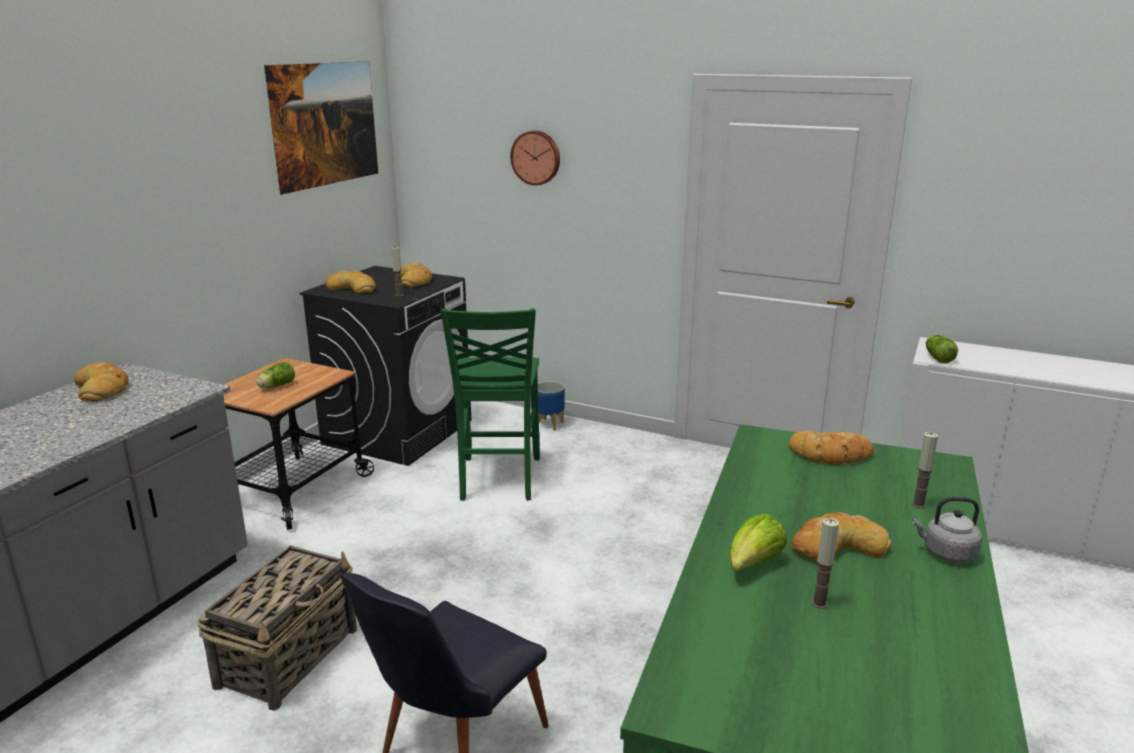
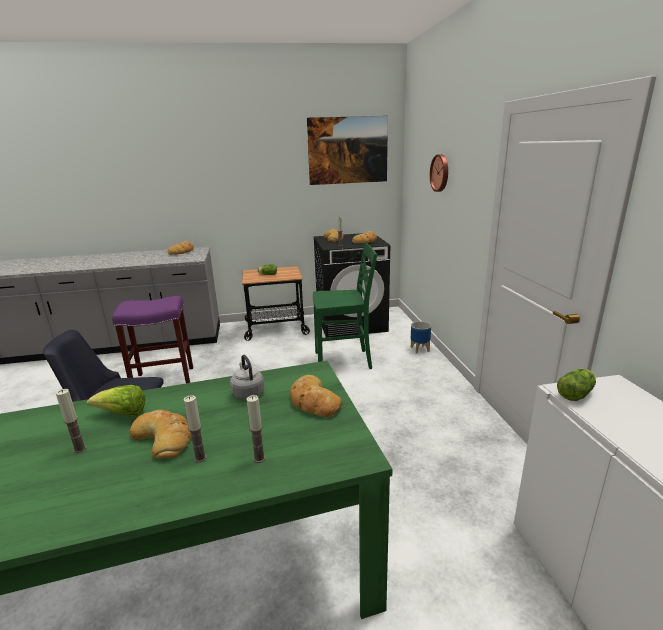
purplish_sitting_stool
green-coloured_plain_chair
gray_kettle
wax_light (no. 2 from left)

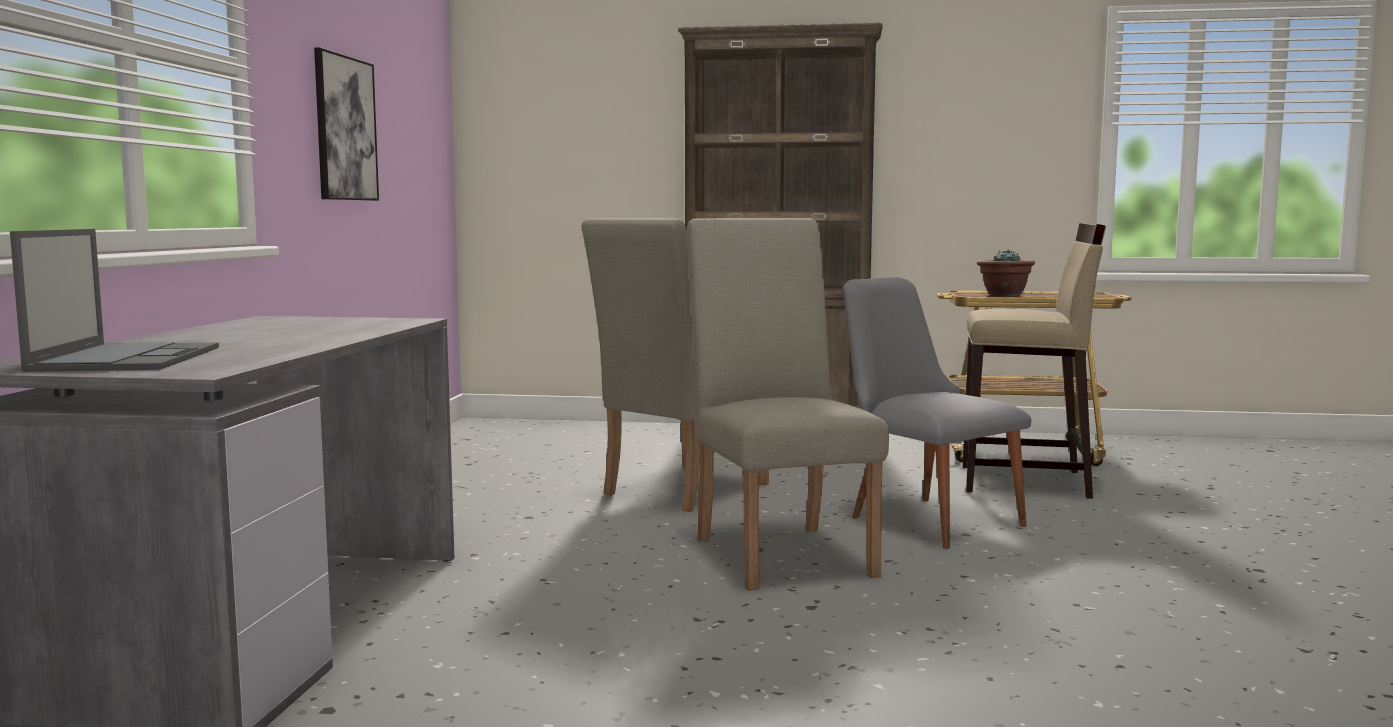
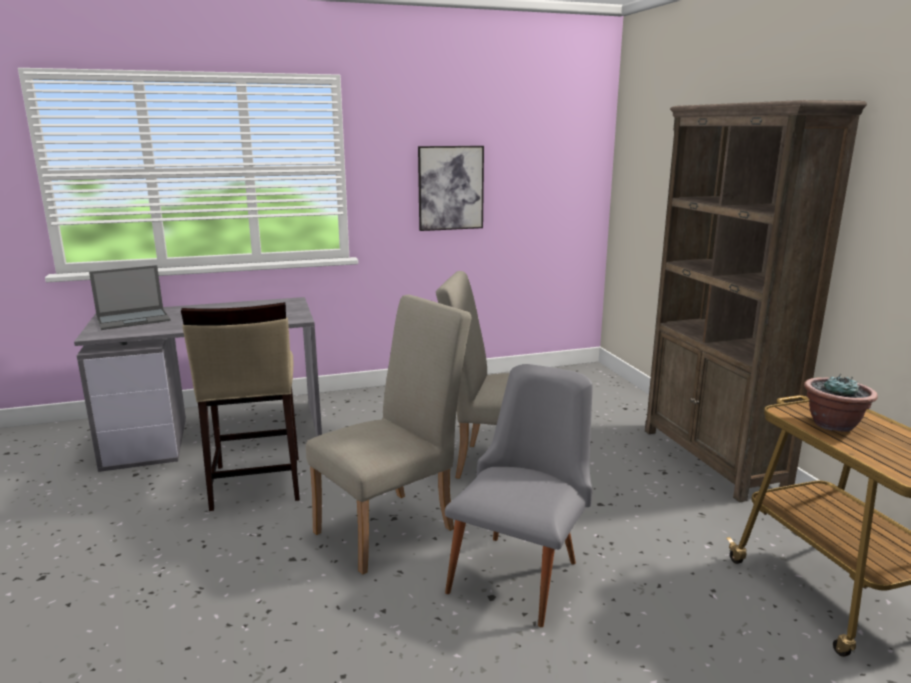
beige-coloured_sitting_stool

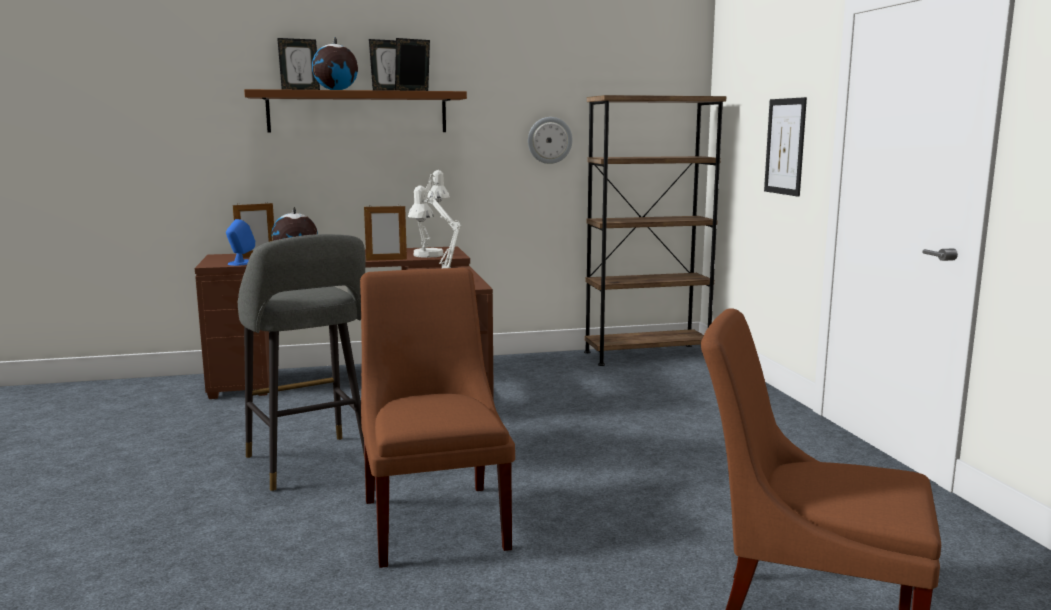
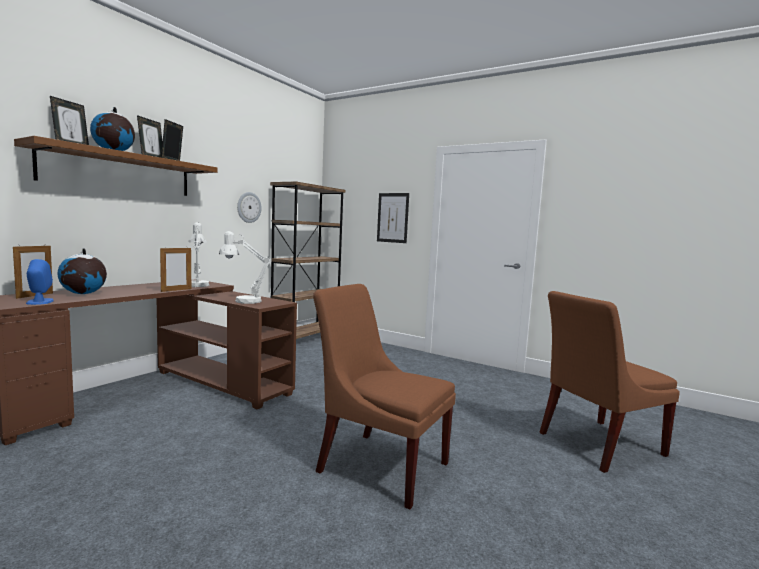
gray_sitting_stool

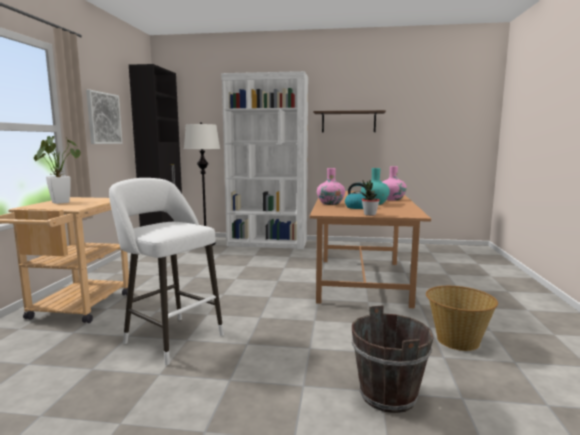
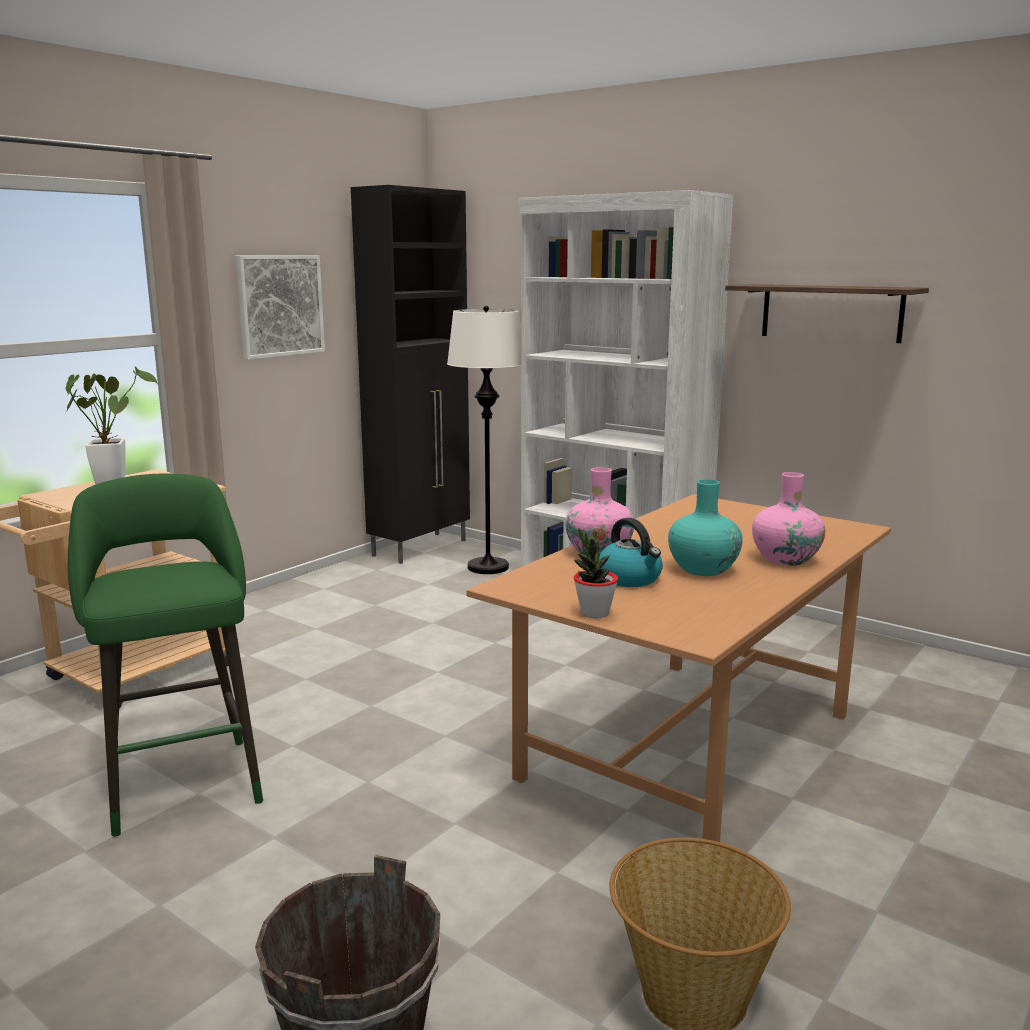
green-coloured_sitting_stool

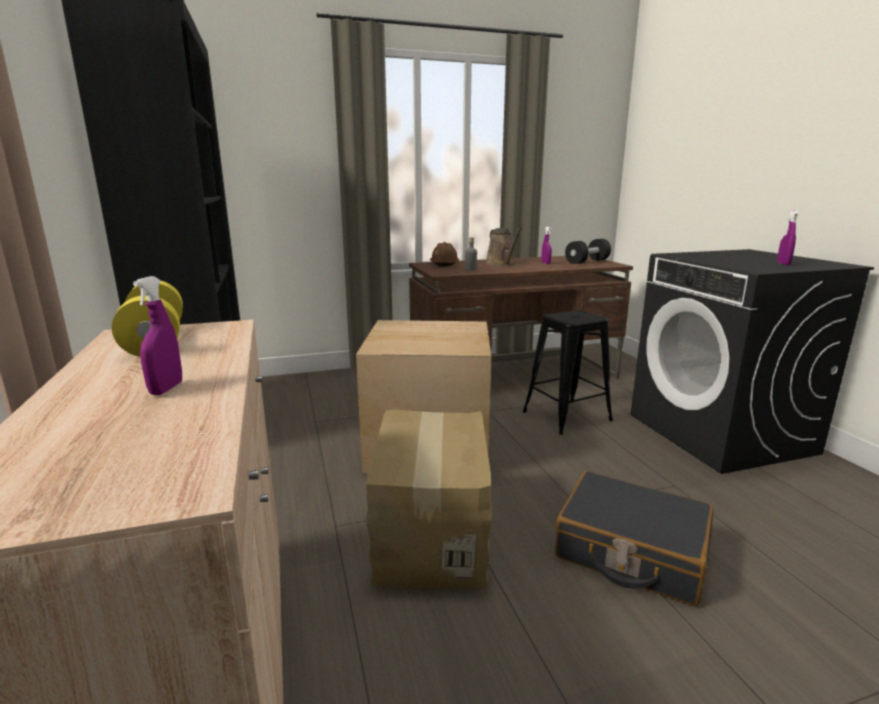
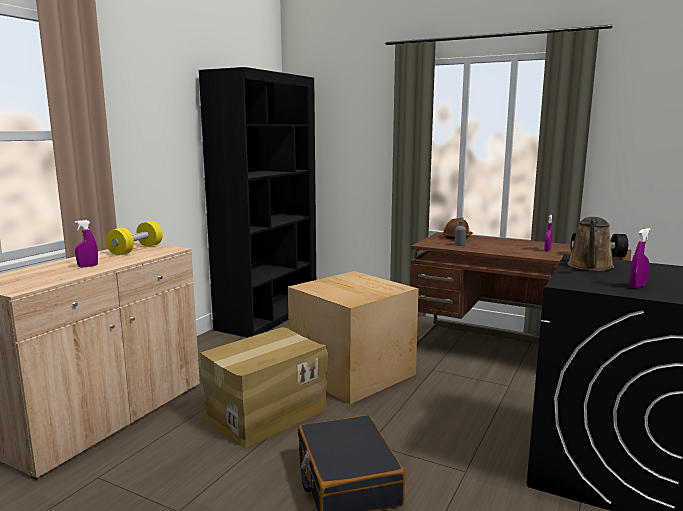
brownish_watering_pot
blackish_sitting_stool

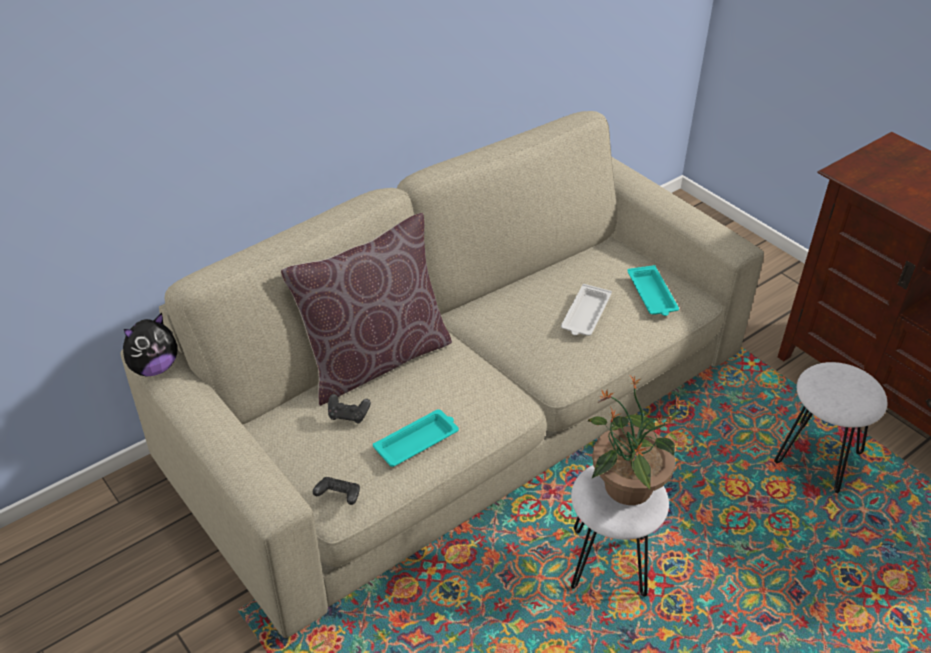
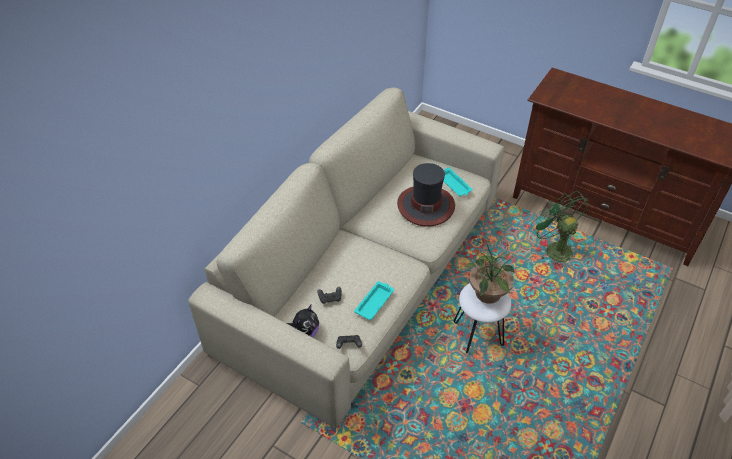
soft_toy
brownish_cushion
wearable_hat
green-coloured_cooling_fan

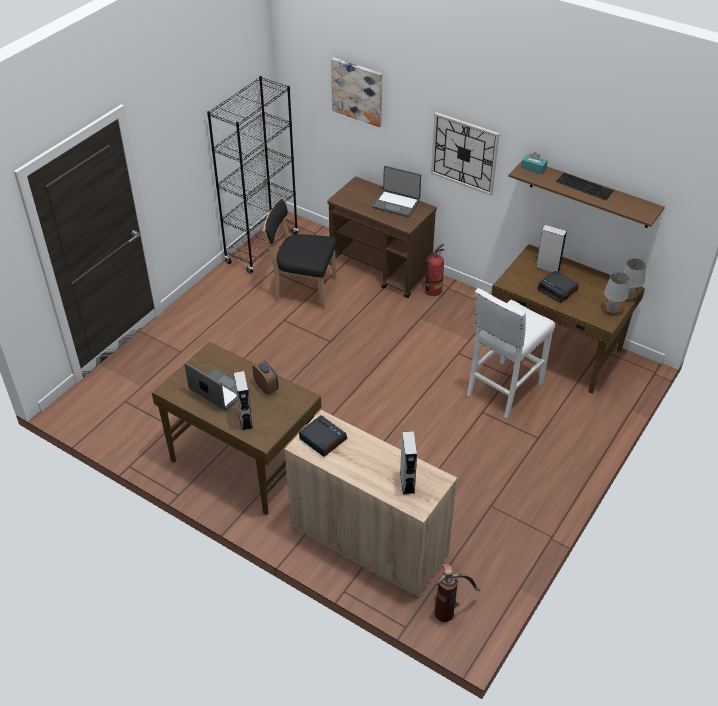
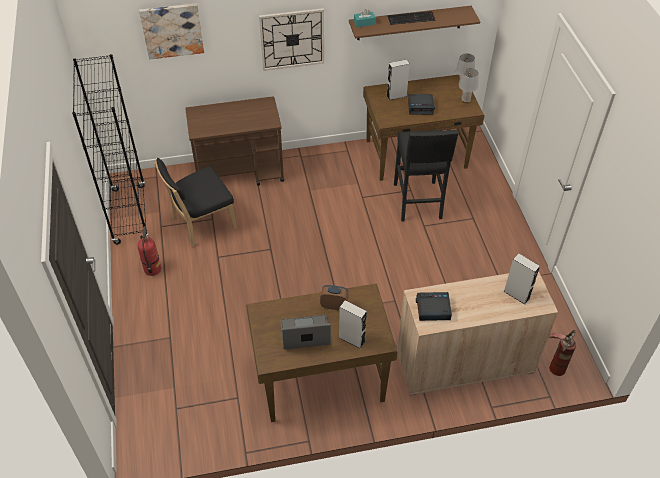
laptop (no. 2 from left in the first image)
fire-fighting_cylinder (no. 1 from left)
blackish_sitting_stool

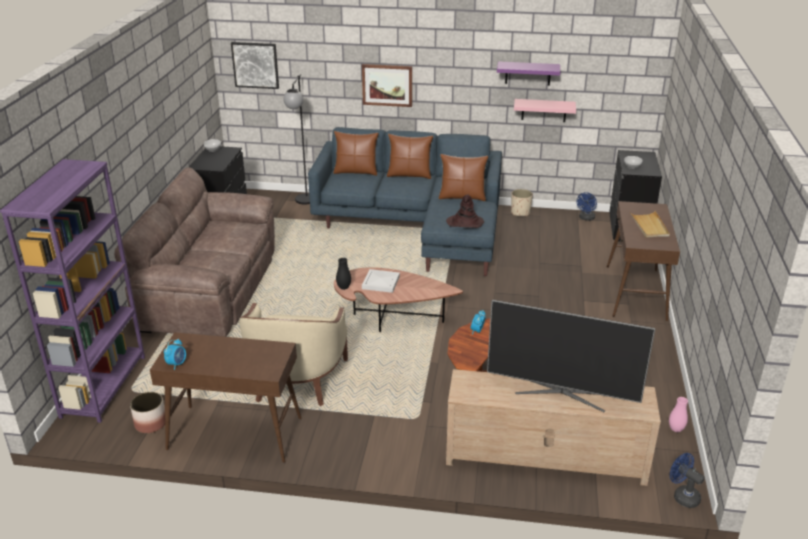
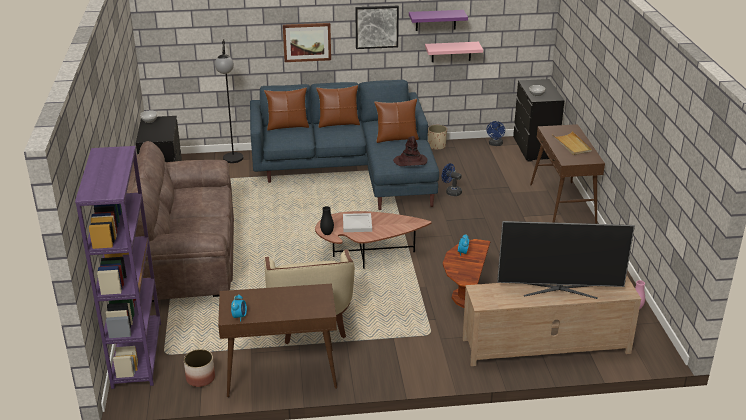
picture (no. 2 from left)
blue_cooling_fan (no. 1 from left)

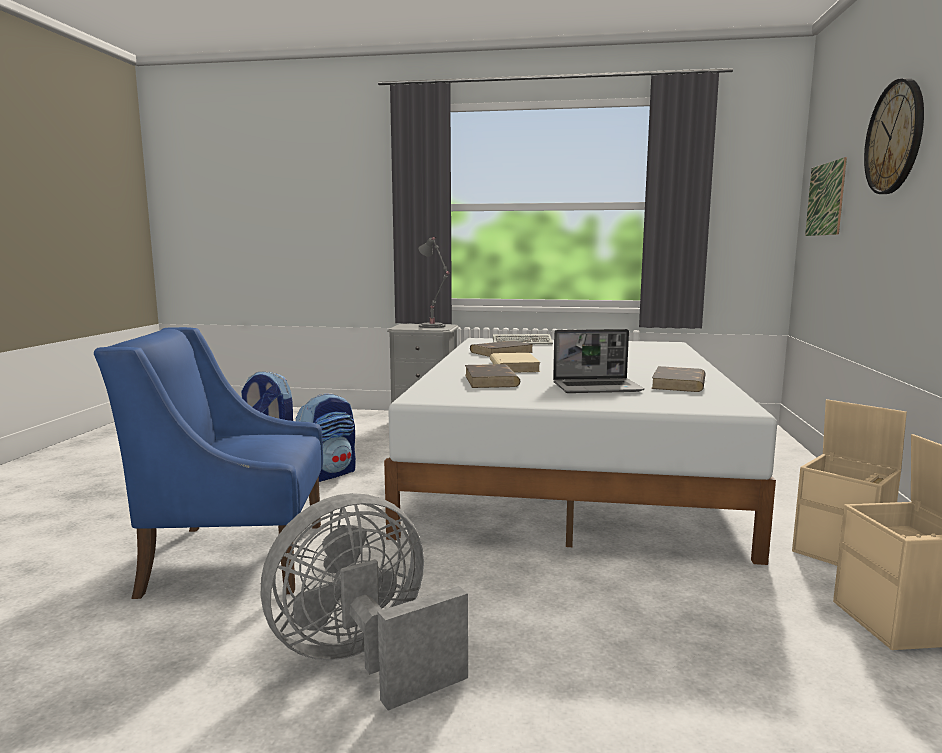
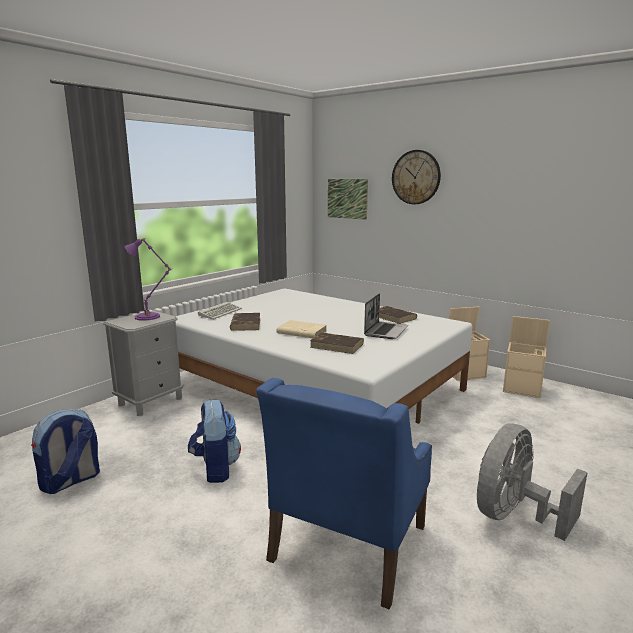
gray_cooling_fan
purplish_table_lamp

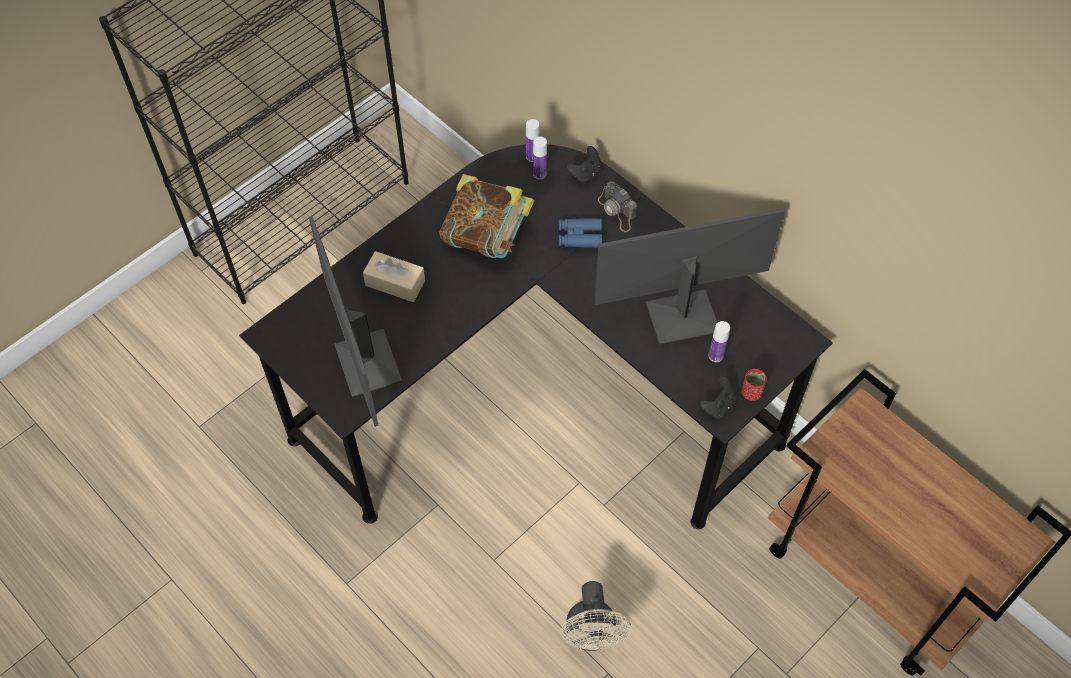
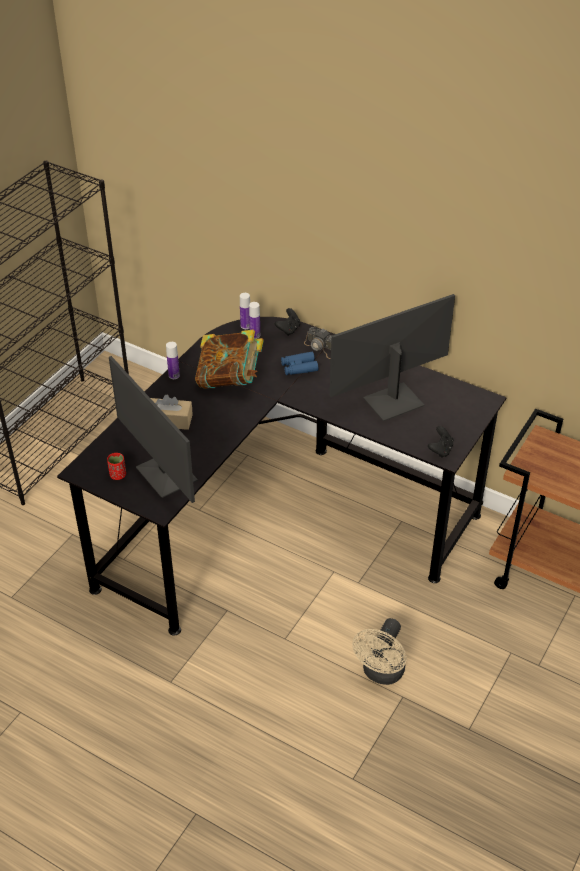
beige-coloured_cooling_fan
beverage_bottle (no. 1 from left)
red-coloured_drinking_cup

